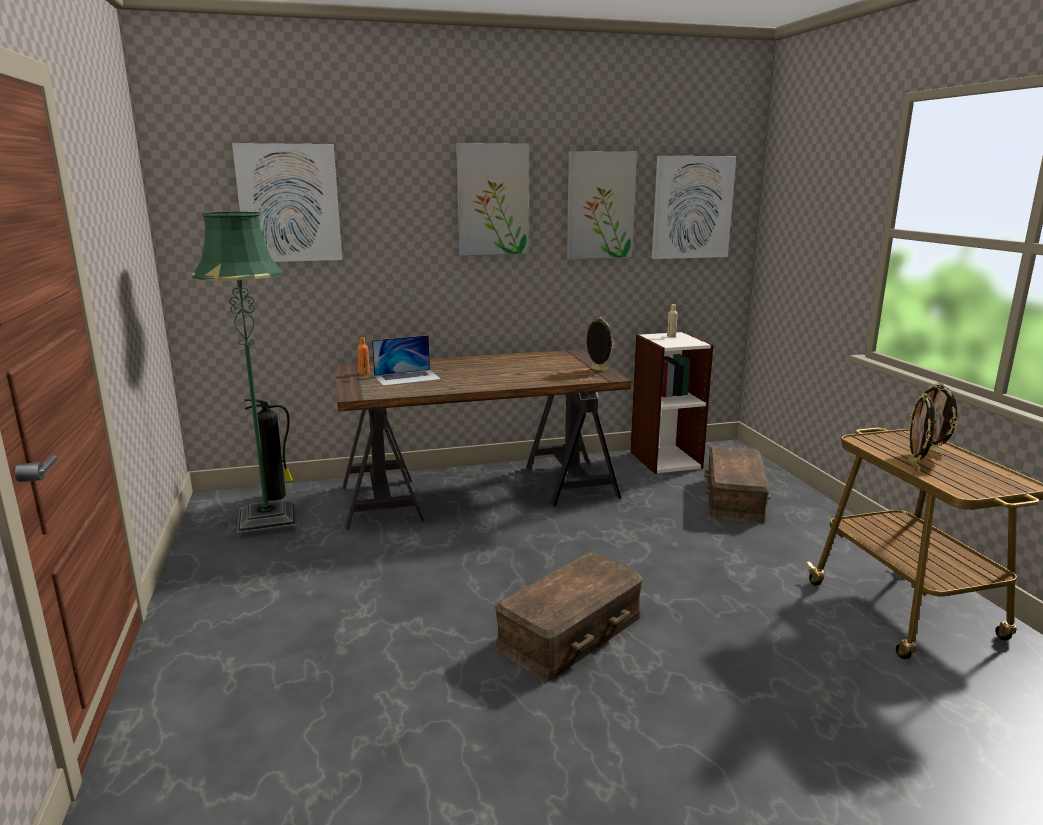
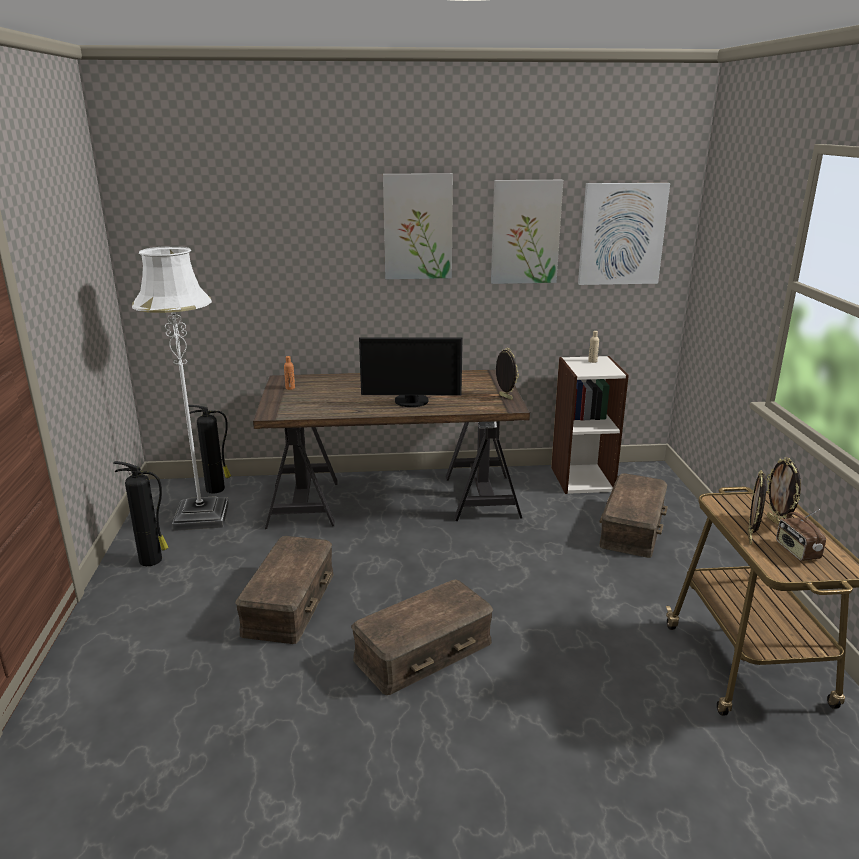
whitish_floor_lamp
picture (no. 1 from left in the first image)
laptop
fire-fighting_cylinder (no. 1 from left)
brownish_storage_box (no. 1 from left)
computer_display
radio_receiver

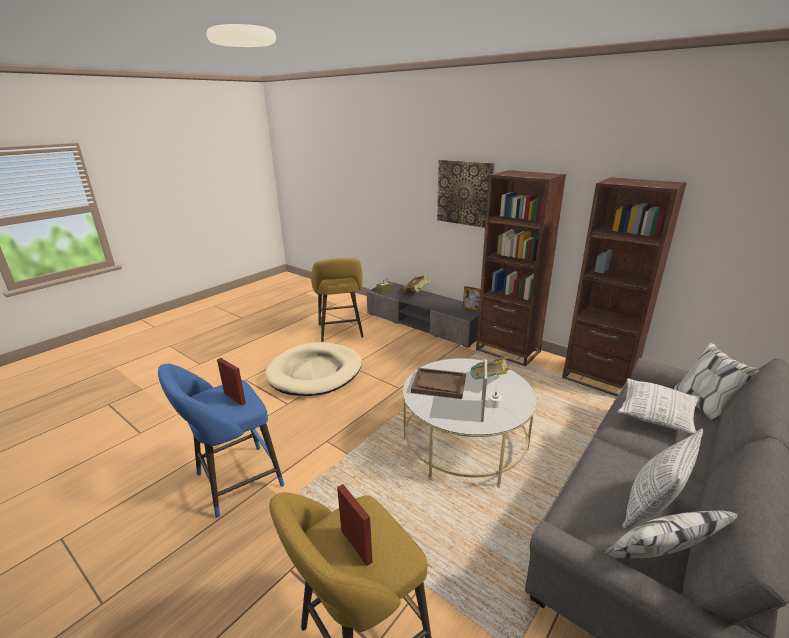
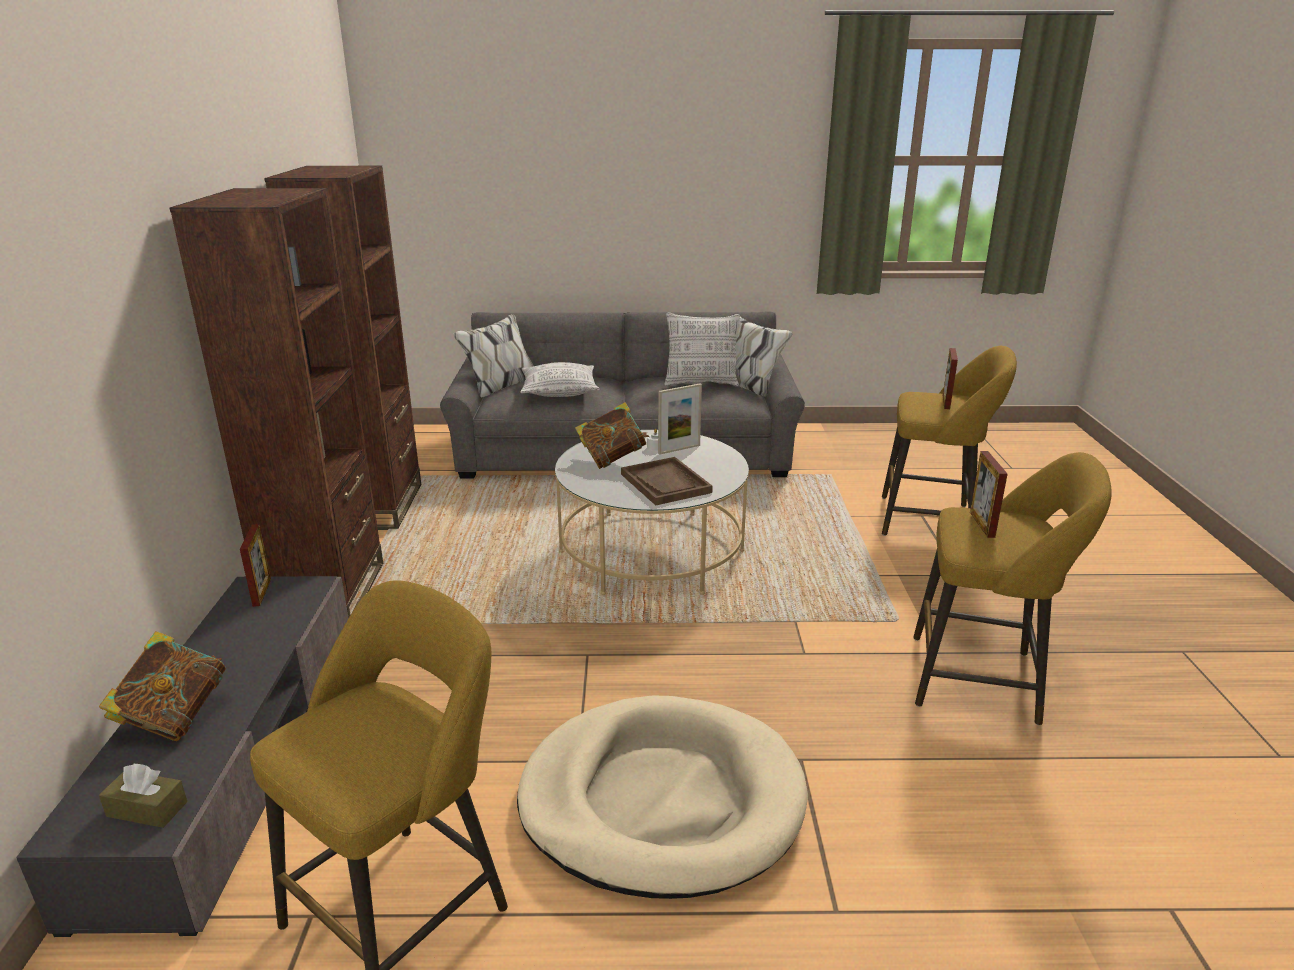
yellow_sitting_stool (no. 3 from left)
picture

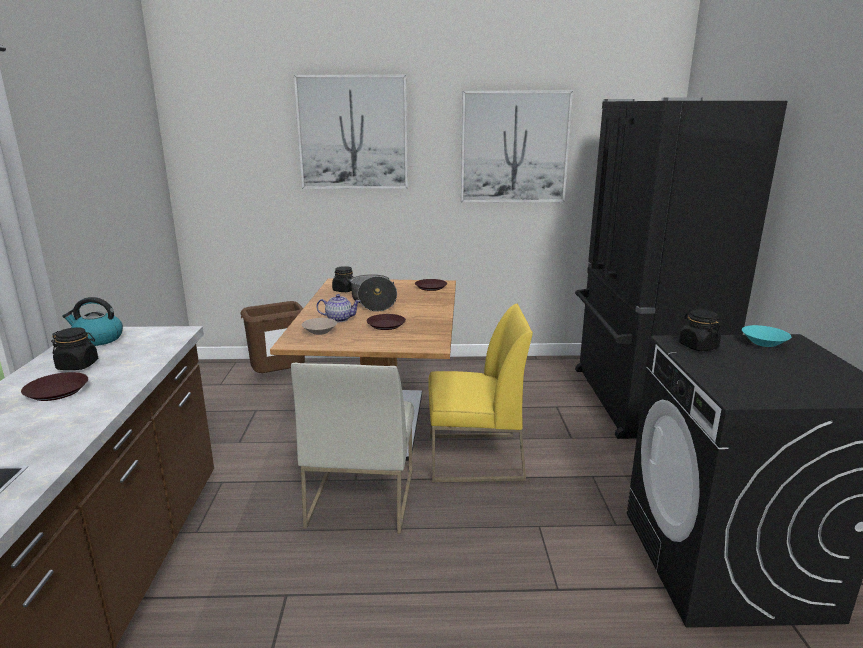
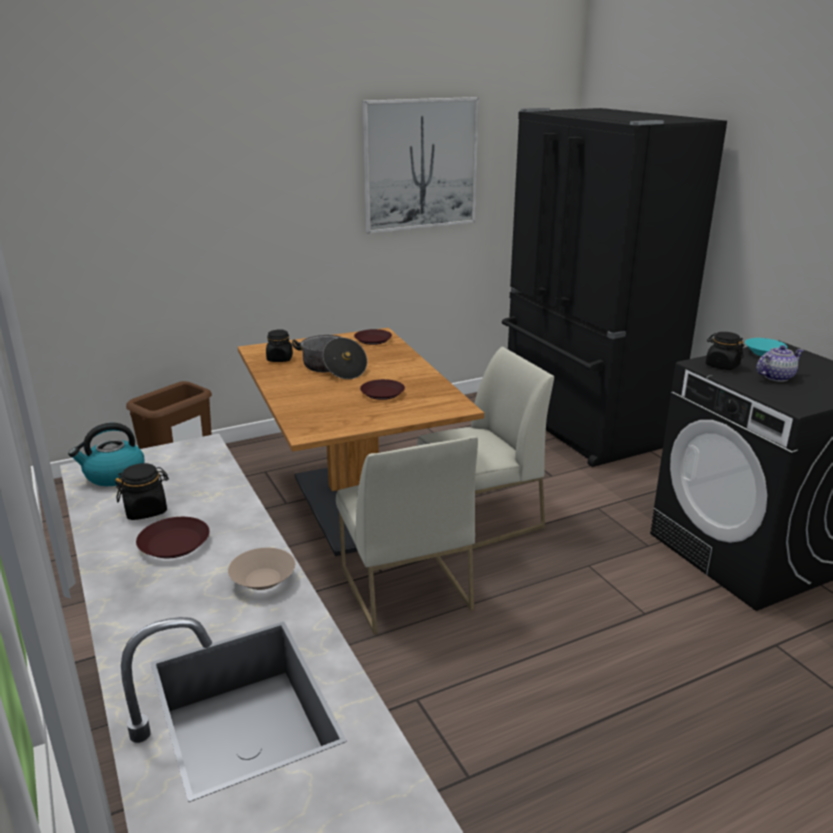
picture (no. 1 from left in the first image)
beige-coloured_serving_bowl
teapot
whitish_plain_chair (no. 2 from left)

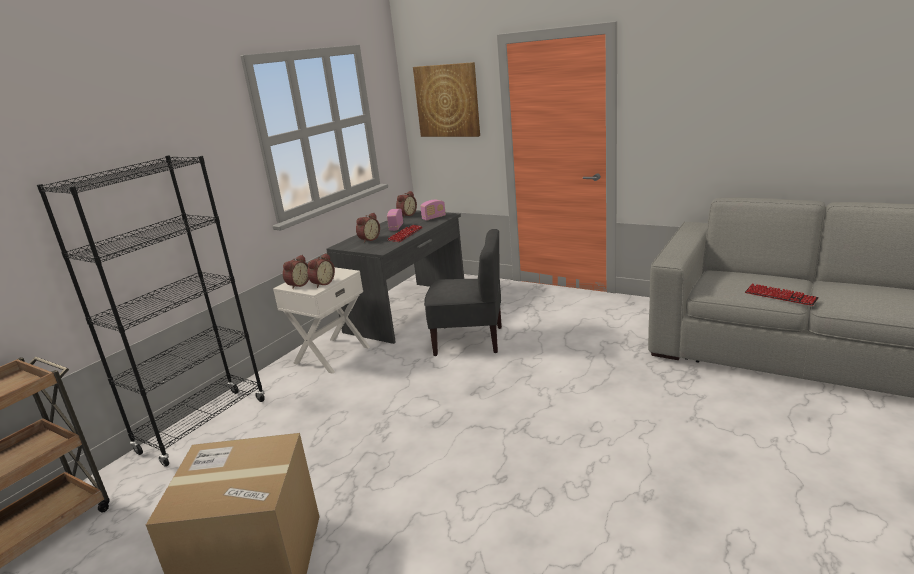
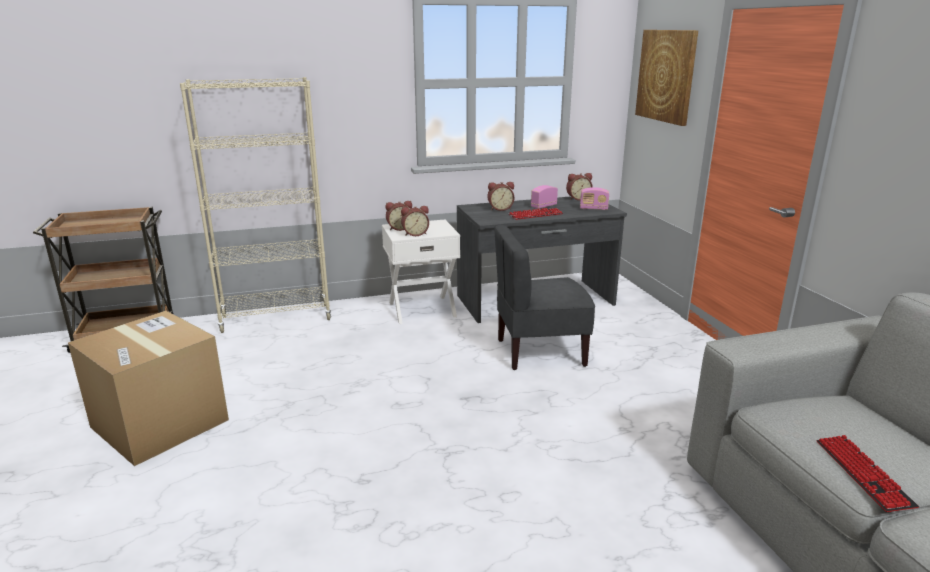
beige-coloured_bookshelf
gray_plain_chair

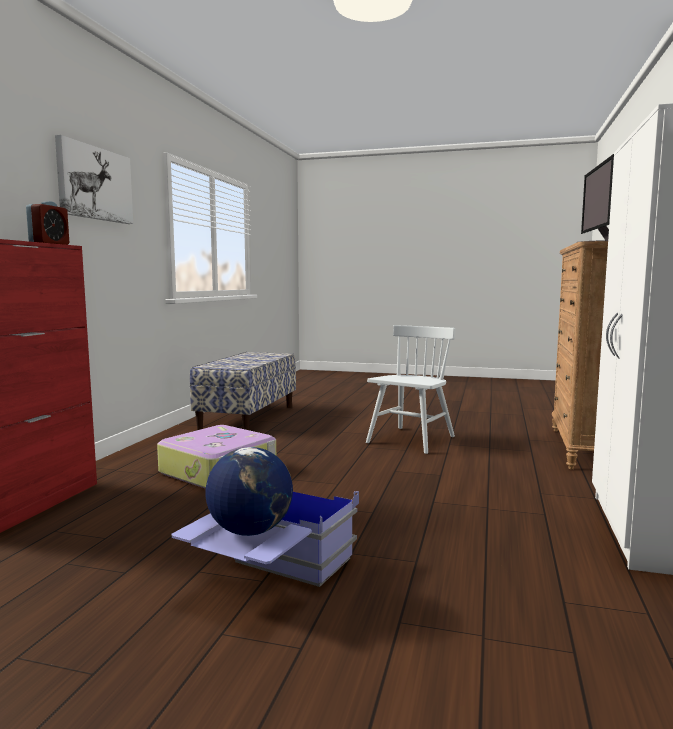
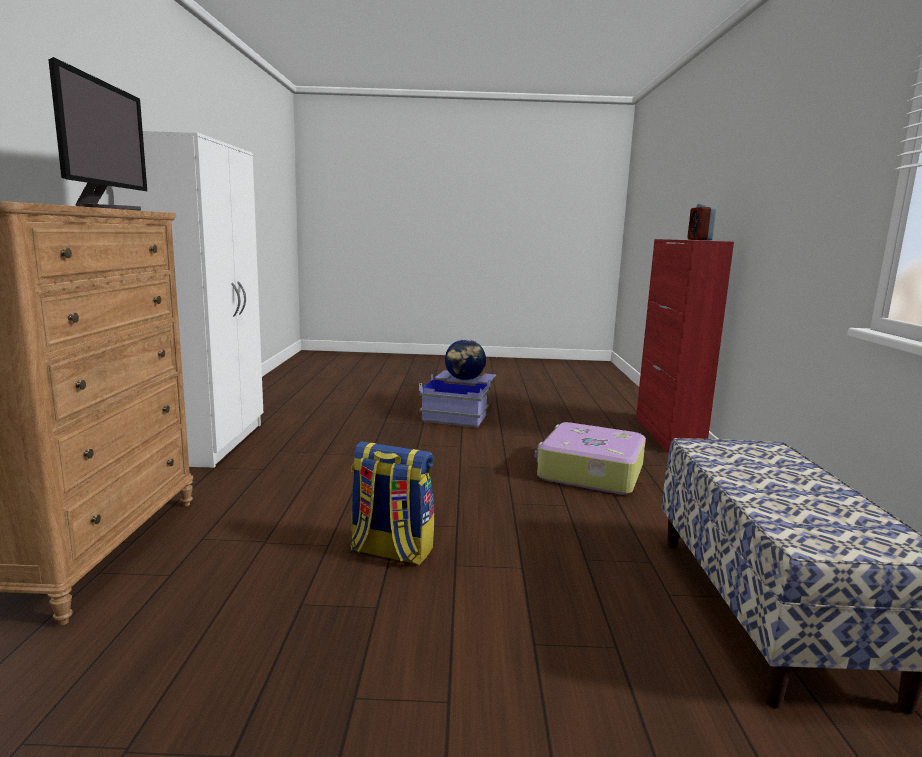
picture
backpack

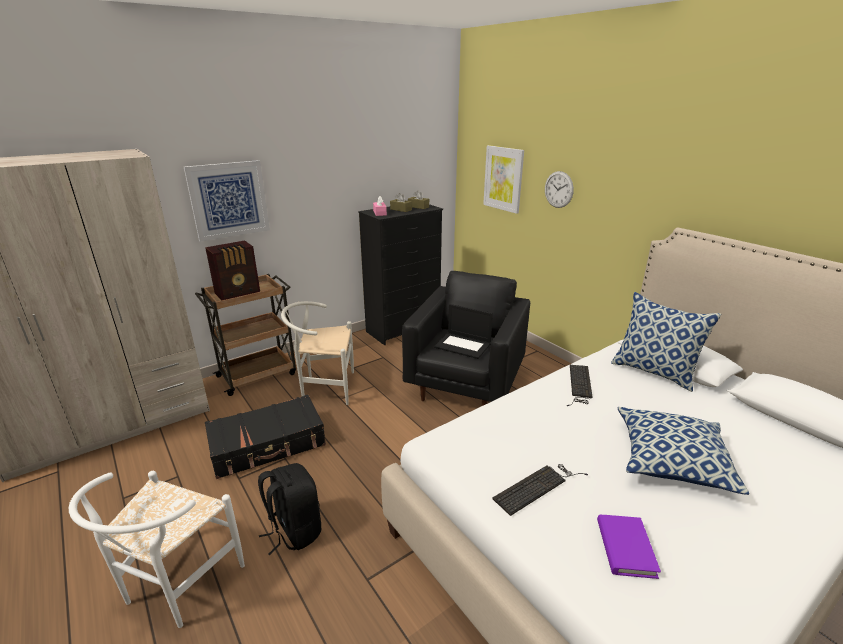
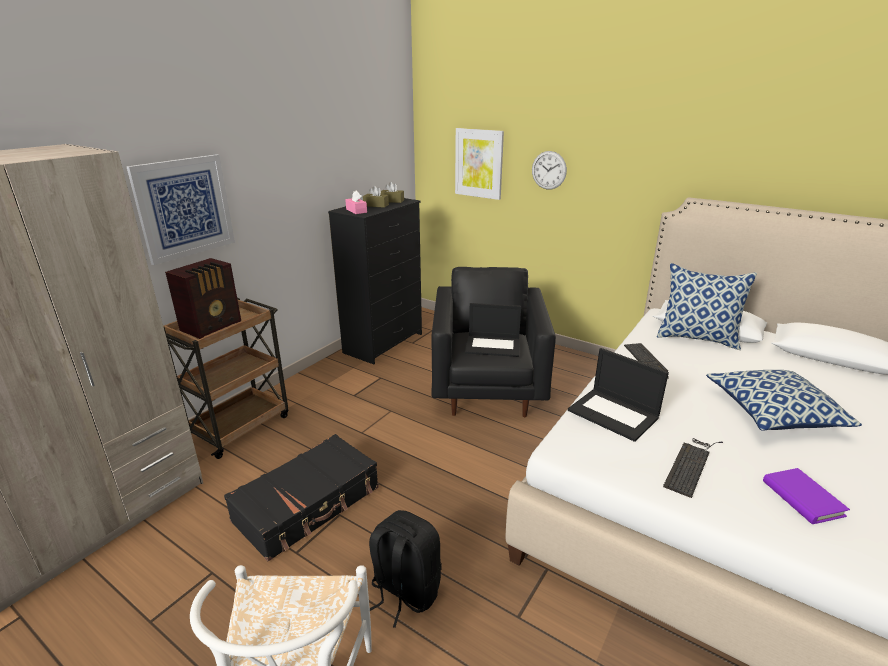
whitish_plain_chair (no. 2 from left in the first image)
laptop (no. 2 from left)

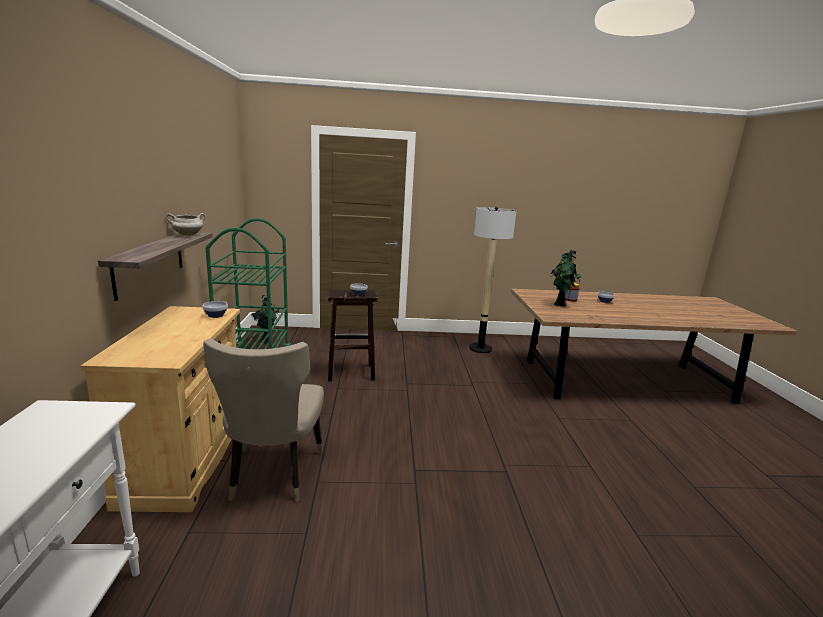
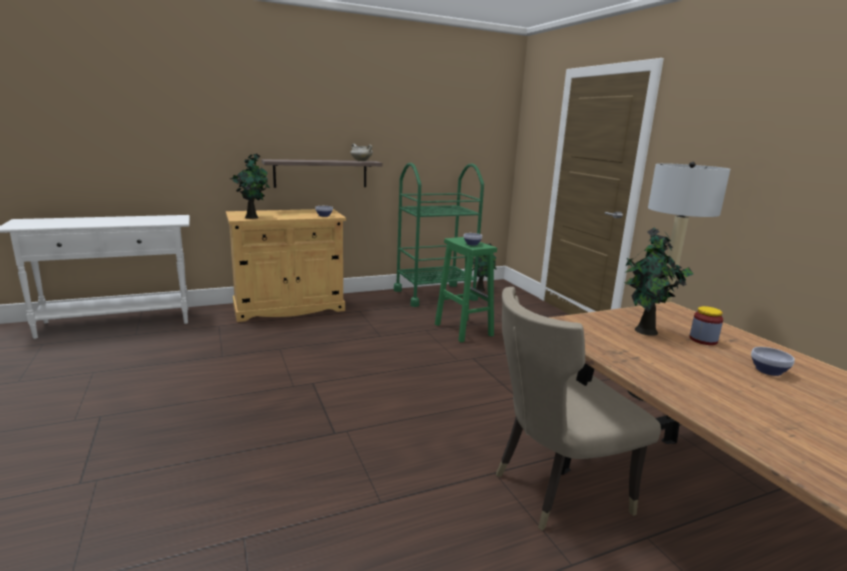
beige-coloured_plain_chair
green-coloured_sitting_stool
houseplant (no. 1 from left)

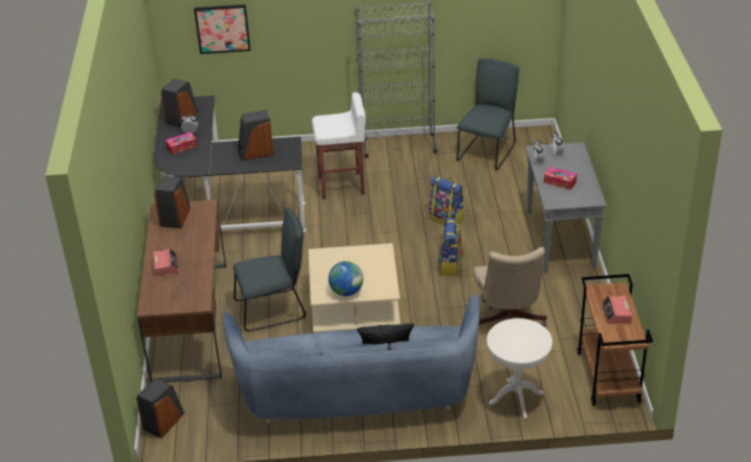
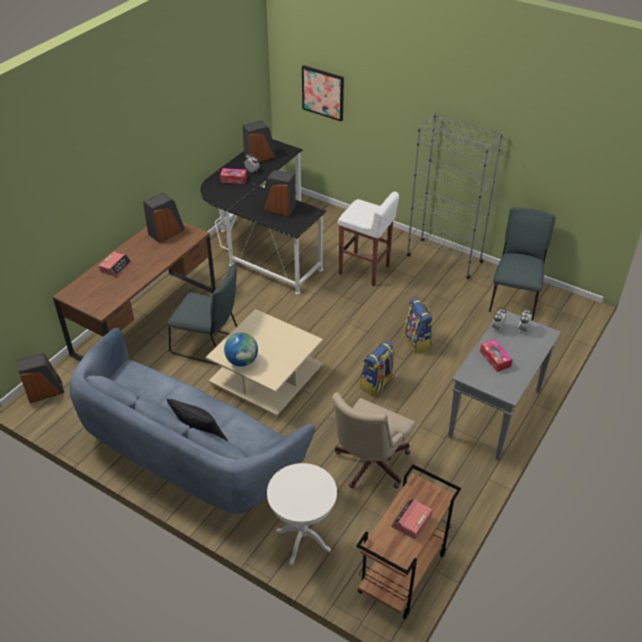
gray_plain_chair (no. 2 from left)

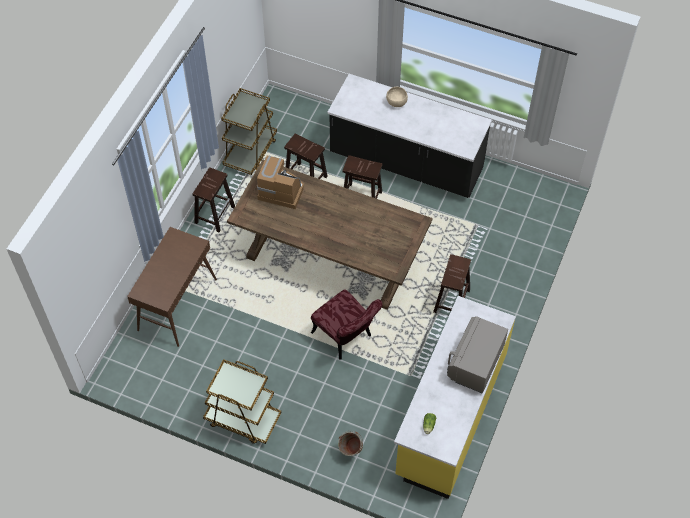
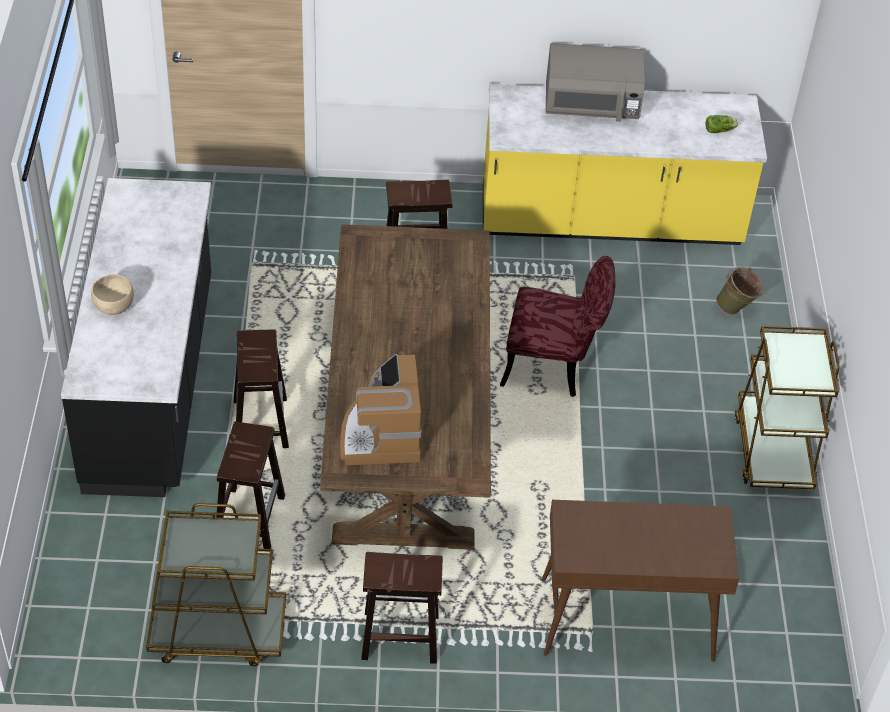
red-coloured_plain_chair

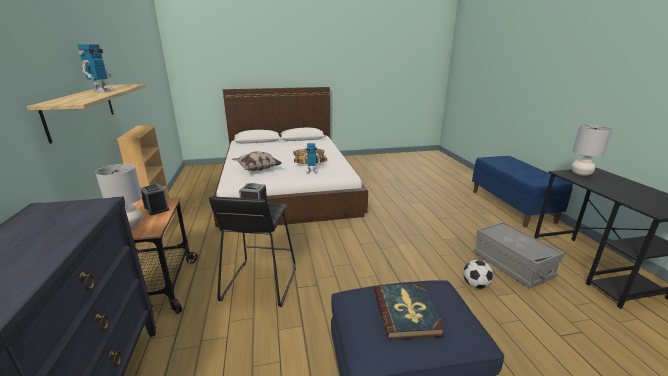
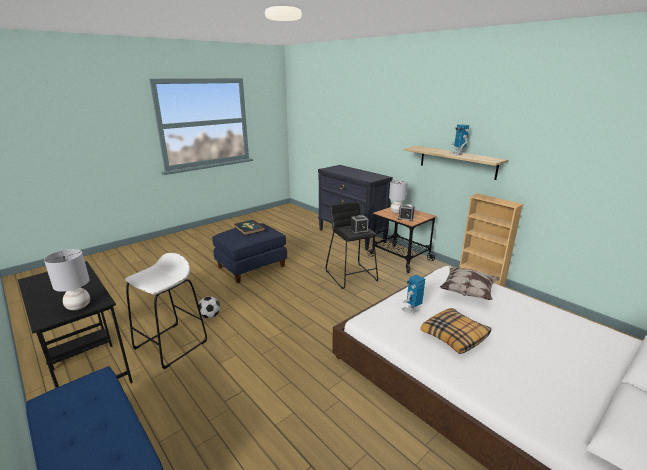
whitish_sitting_stool

